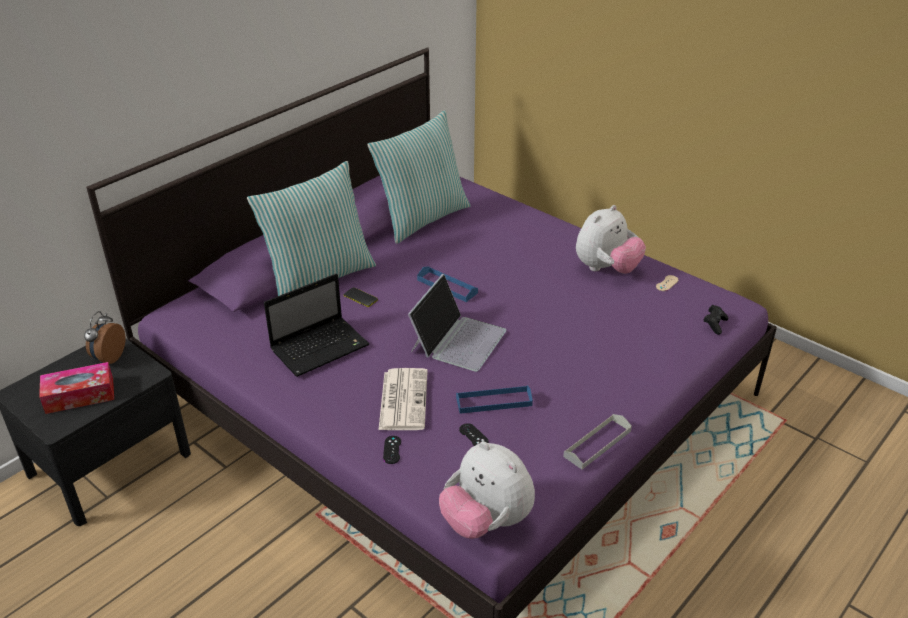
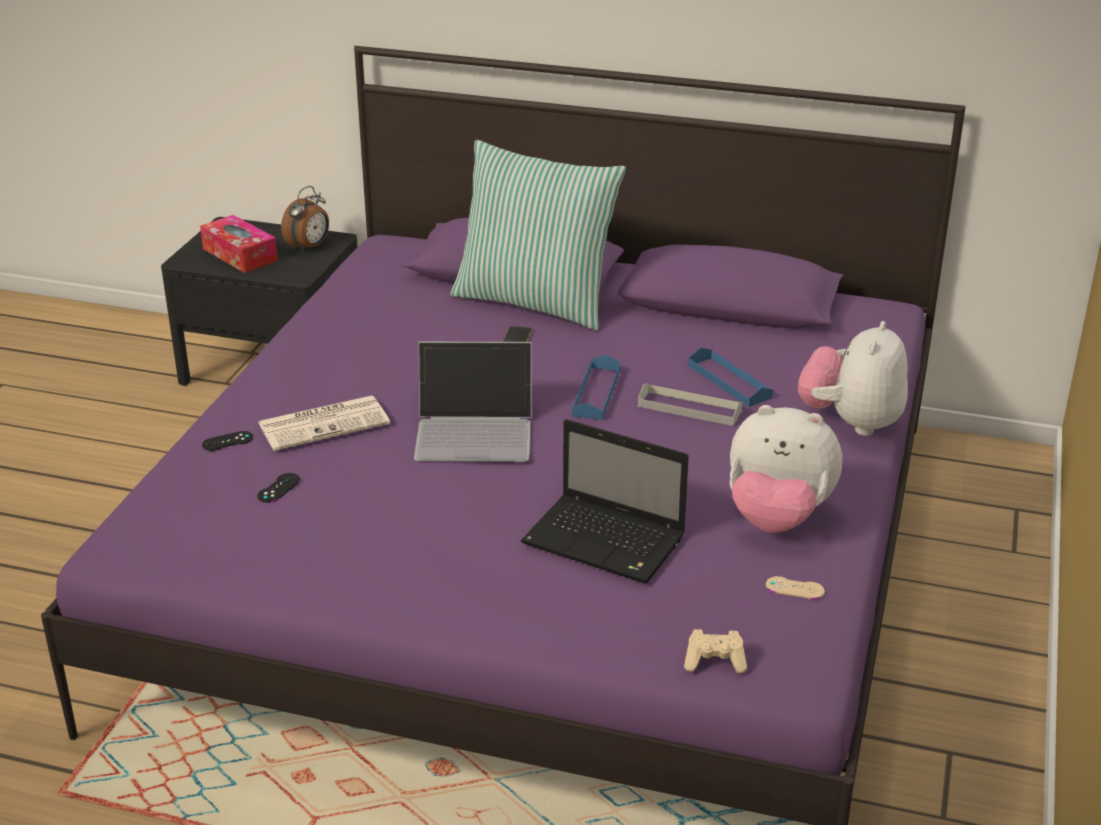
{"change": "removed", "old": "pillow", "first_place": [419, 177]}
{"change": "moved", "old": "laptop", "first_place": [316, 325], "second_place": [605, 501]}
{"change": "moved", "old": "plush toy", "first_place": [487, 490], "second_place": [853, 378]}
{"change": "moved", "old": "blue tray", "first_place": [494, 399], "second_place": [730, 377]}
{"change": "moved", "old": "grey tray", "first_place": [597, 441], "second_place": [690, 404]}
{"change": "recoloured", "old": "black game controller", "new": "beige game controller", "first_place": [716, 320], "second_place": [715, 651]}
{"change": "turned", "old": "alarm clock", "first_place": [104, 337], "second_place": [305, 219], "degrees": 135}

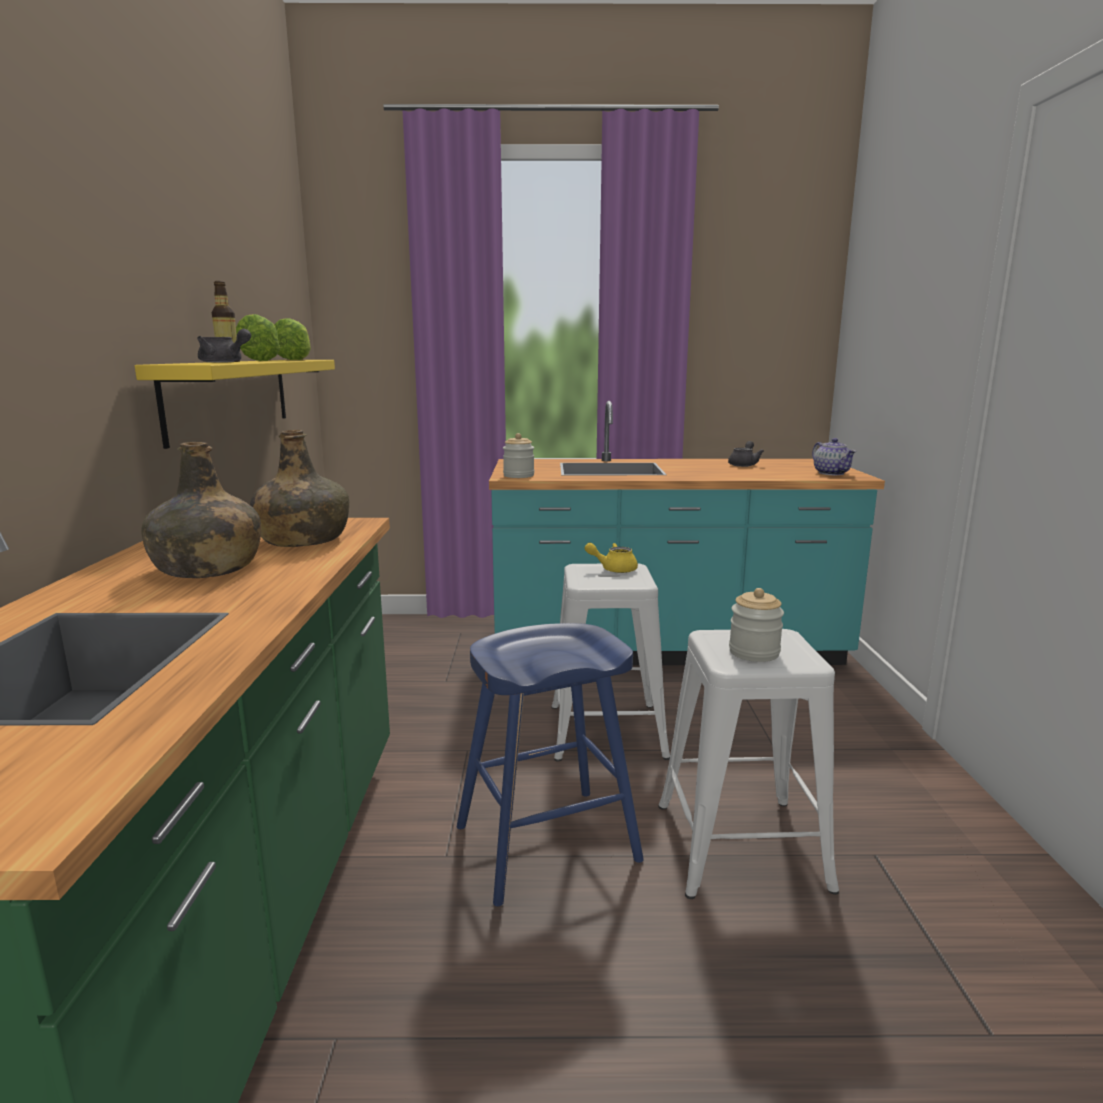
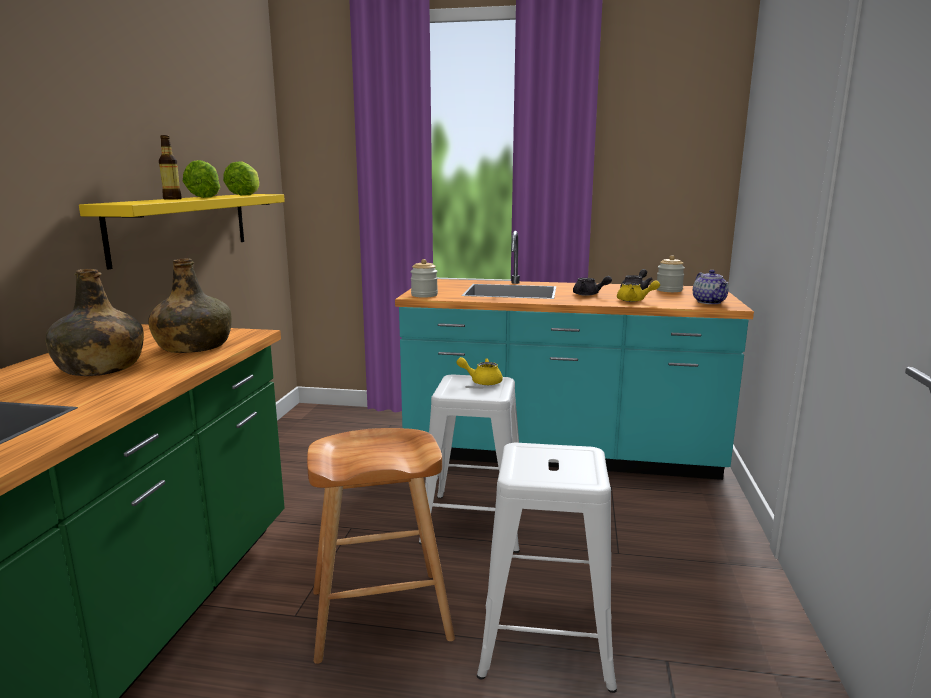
{"change": "added", "new": "yellow teapot", "second_place": [638, 291]}
{"change": "moved", "old": "grey teapot", "first_place": [224, 346], "second_place": [592, 286]}
{"change": "moved", "old": "jar", "first_place": [756, 625], "second_place": [670, 273]}
{"change": "recoloured", "old": "blue stool", "new": "brown stool", "first_place": [550, 764], "second_place": [381, 546]}

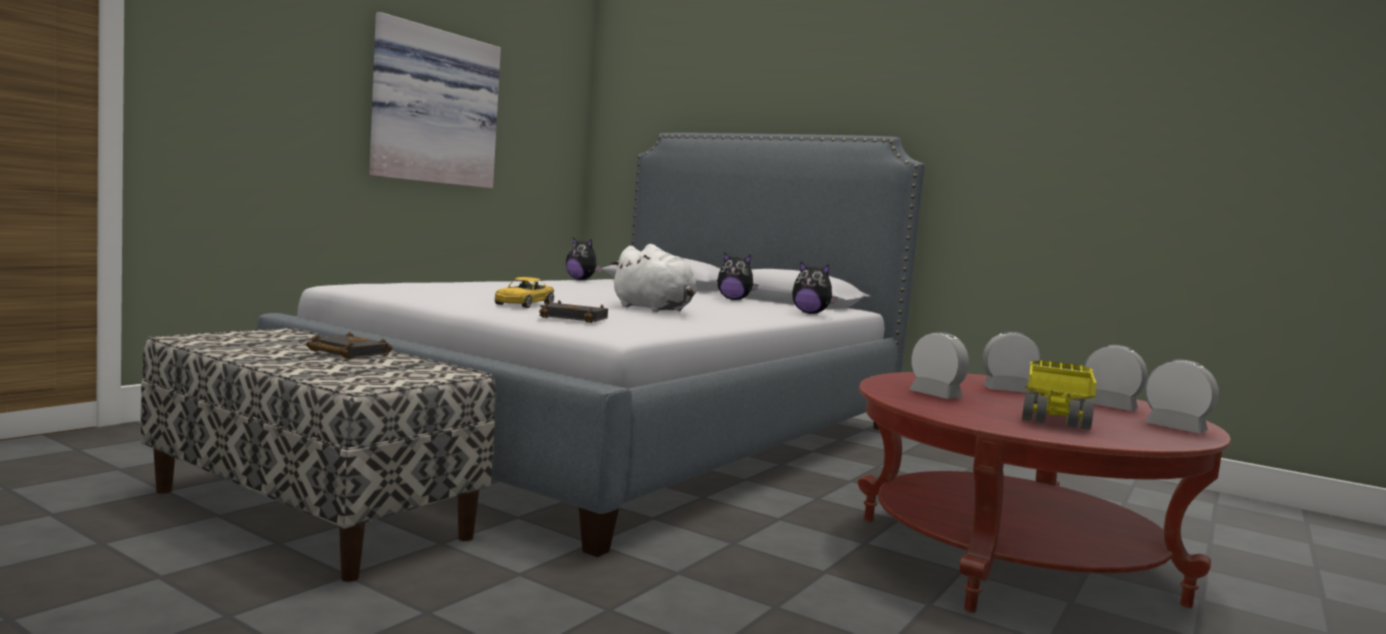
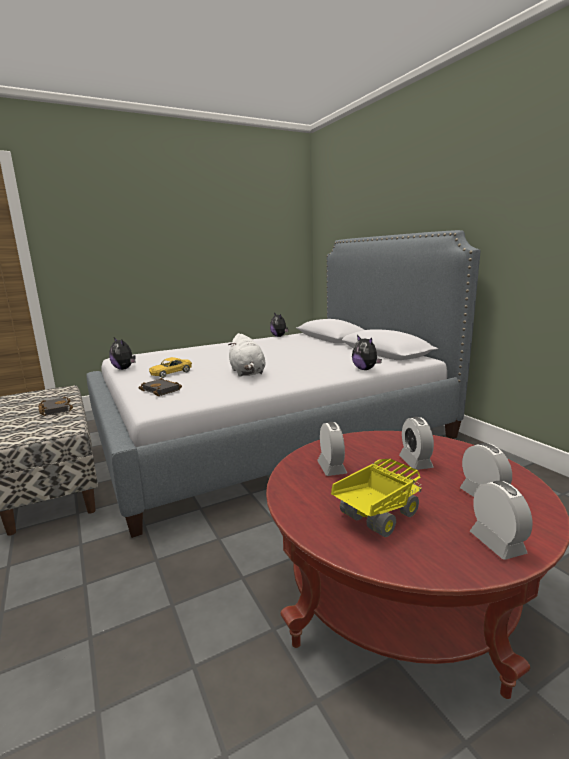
{"change": "removed", "old": "picture", "first_place": [435, 100]}
{"change": "moved", "old": "plush toy", "first_place": [737, 276], "second_place": [122, 353]}
{"change": "turned", "old": "alarm clock", "first_place": [1011, 362], "second_place": [416, 443], "degrees": -135}

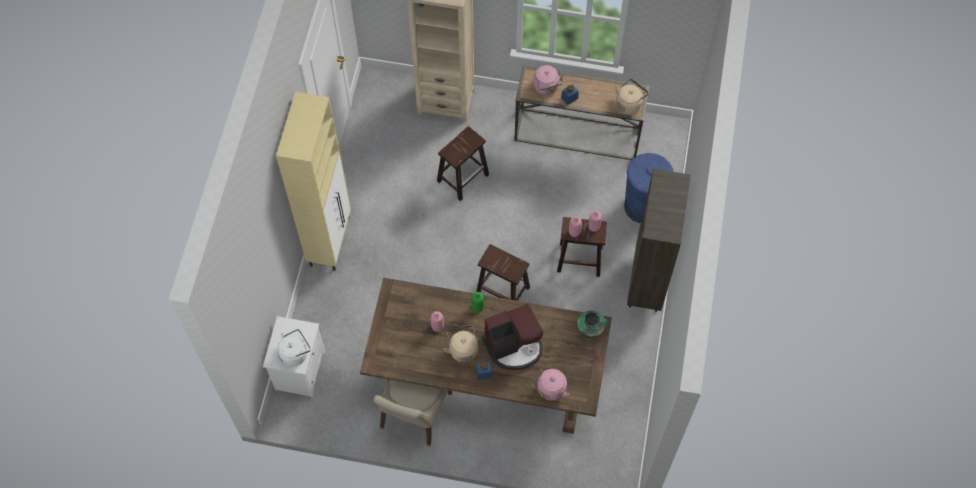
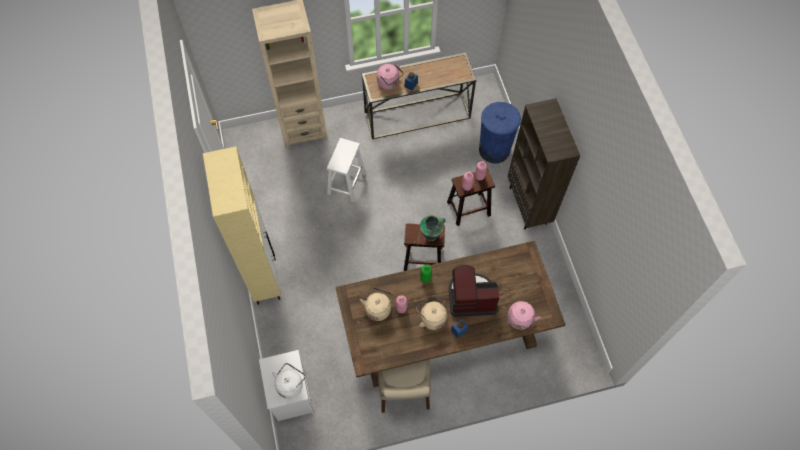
{"change": "moved", "old": "vase", "first_place": [593, 325], "second_place": [433, 228]}
{"change": "moved", "old": "beige kettle", "first_place": [632, 97], "second_place": [377, 304]}
{"change": "recoloured", "old": "brown stool", "new": "white stool", "first_place": [463, 163], "second_place": [346, 170]}
{"change": "turned", "old": "coffee machine", "first_place": [512, 337], "second_place": [474, 291], "degrees": -135}

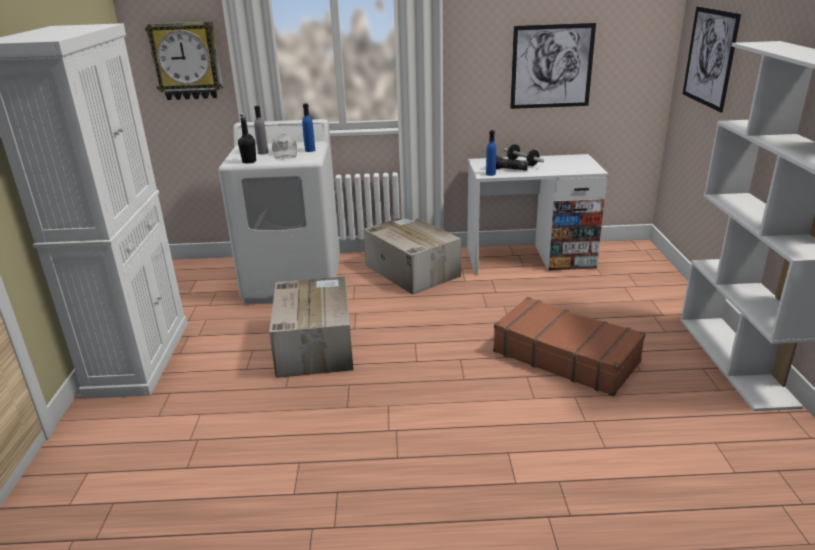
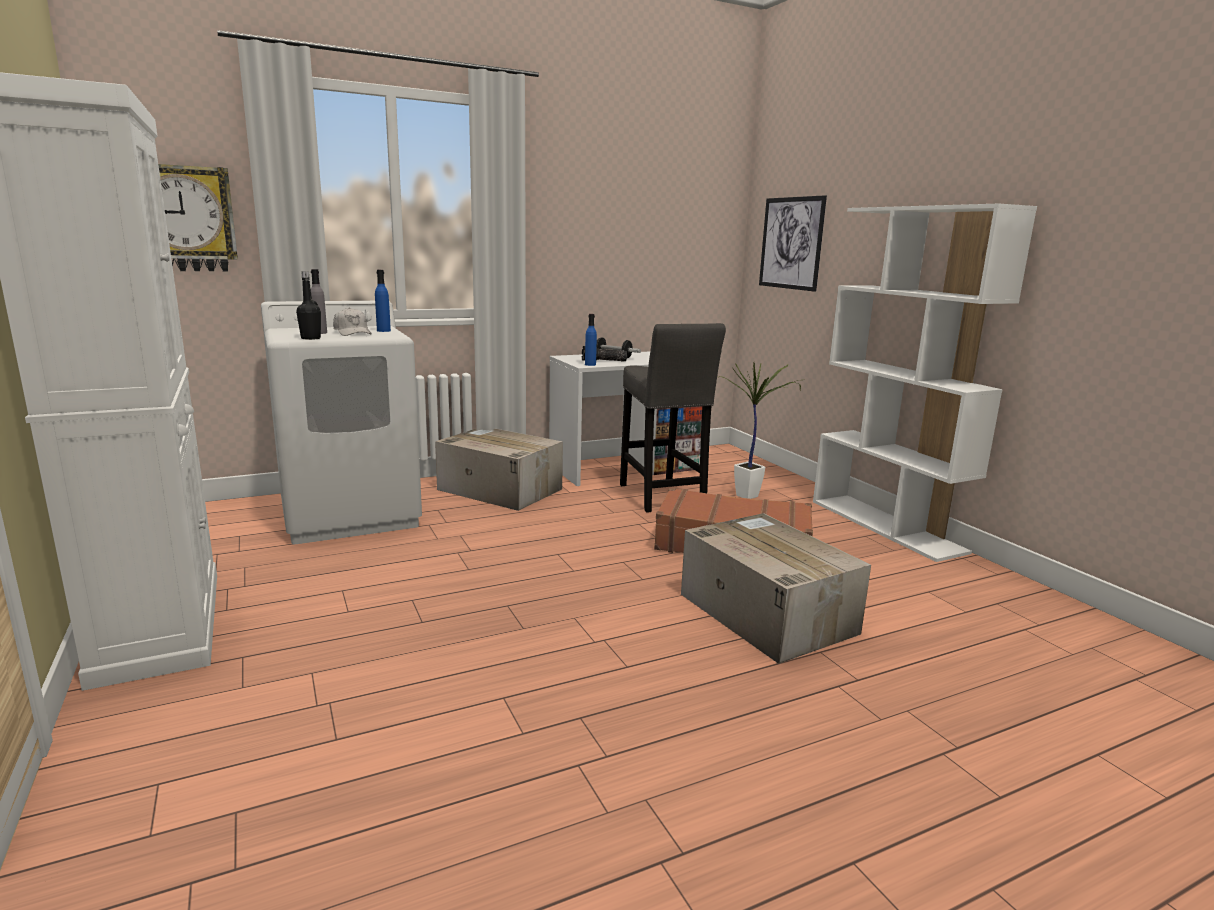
{"change": "removed", "old": "picture", "first_place": [553, 66]}
{"change": "added", "new": "grey stool", "second_place": [673, 418]}
{"change": "added", "new": "potted plant", "second_place": [760, 430]}
{"change": "moved", "old": "cardboard box", "first_place": [311, 327], "second_place": [776, 588]}

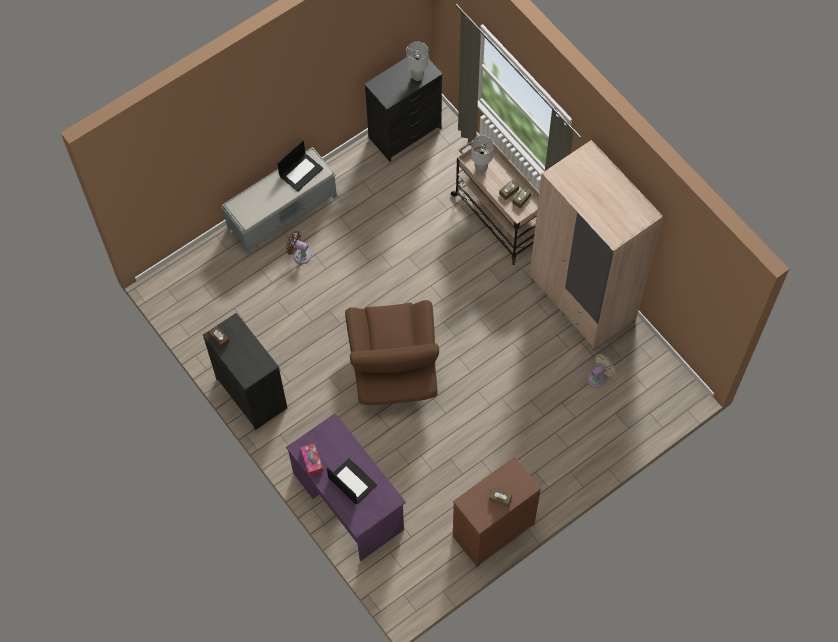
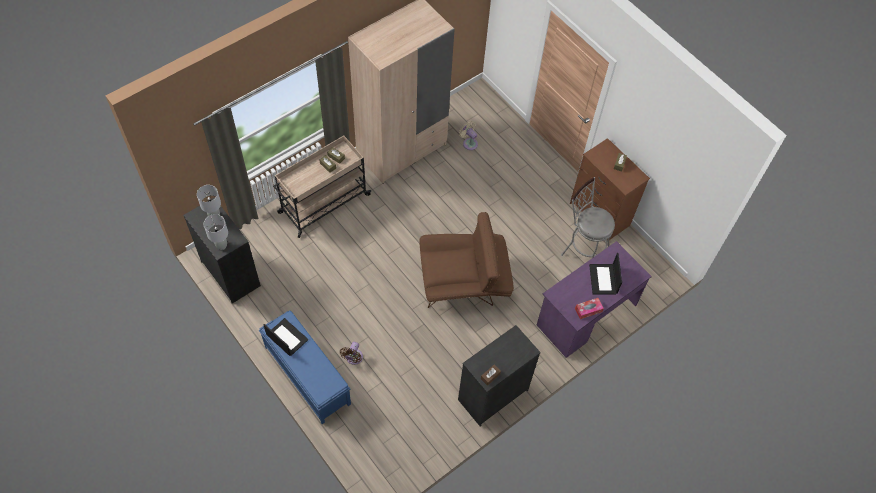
{"change": "added", "new": "grey stool", "second_place": [588, 217]}
{"change": "moved", "old": "grey table lamp", "first_place": [482, 154], "second_place": [216, 232]}
{"change": "recoloured", "old": "grey bench", "new": "blue bench", "first_place": [279, 200], "second_place": [305, 367]}
{"change": "turned", "old": "laptop", "first_place": [352, 481], "second_place": [605, 274], "degrees": -45}

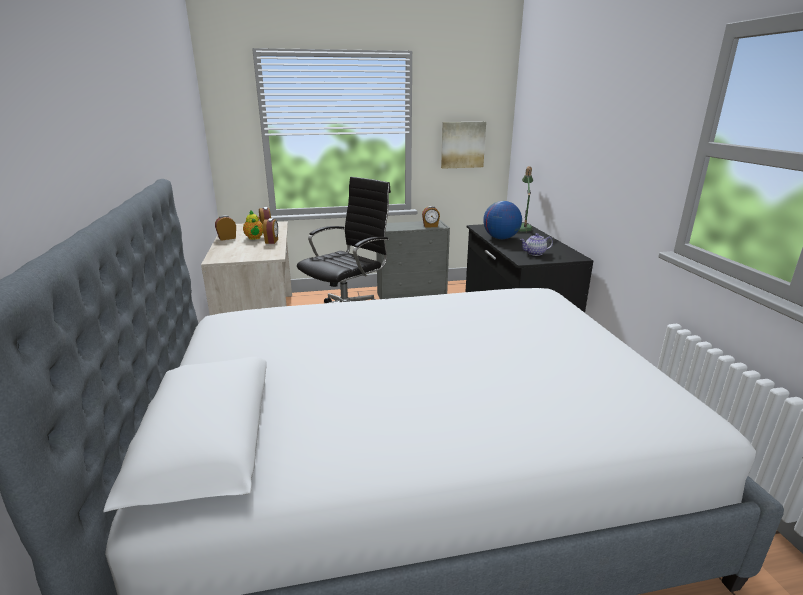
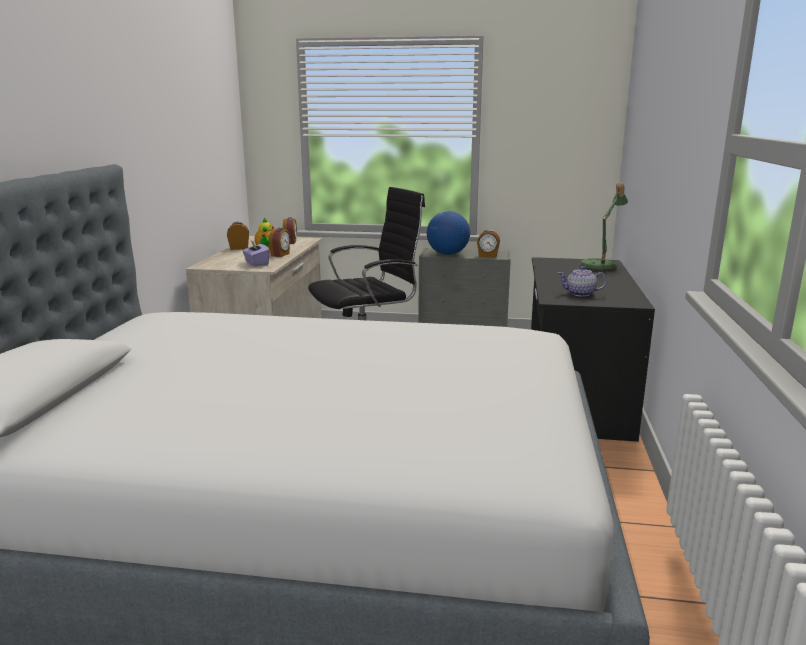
{"change": "removed", "old": "picture", "first_place": [463, 145]}
{"change": "added", "new": "purple tissue box", "second_place": [256, 253]}
{"change": "moved", "old": "globe", "first_place": [502, 220], "second_place": [448, 233]}

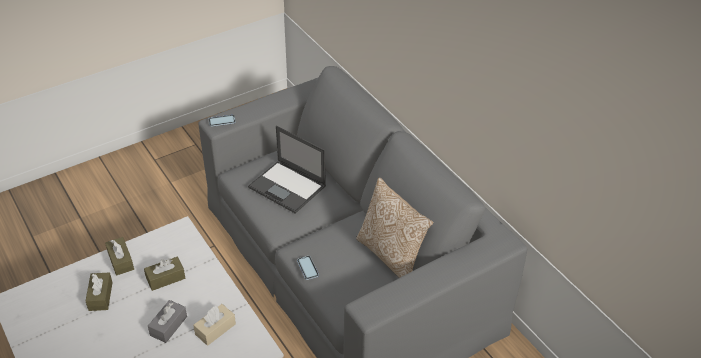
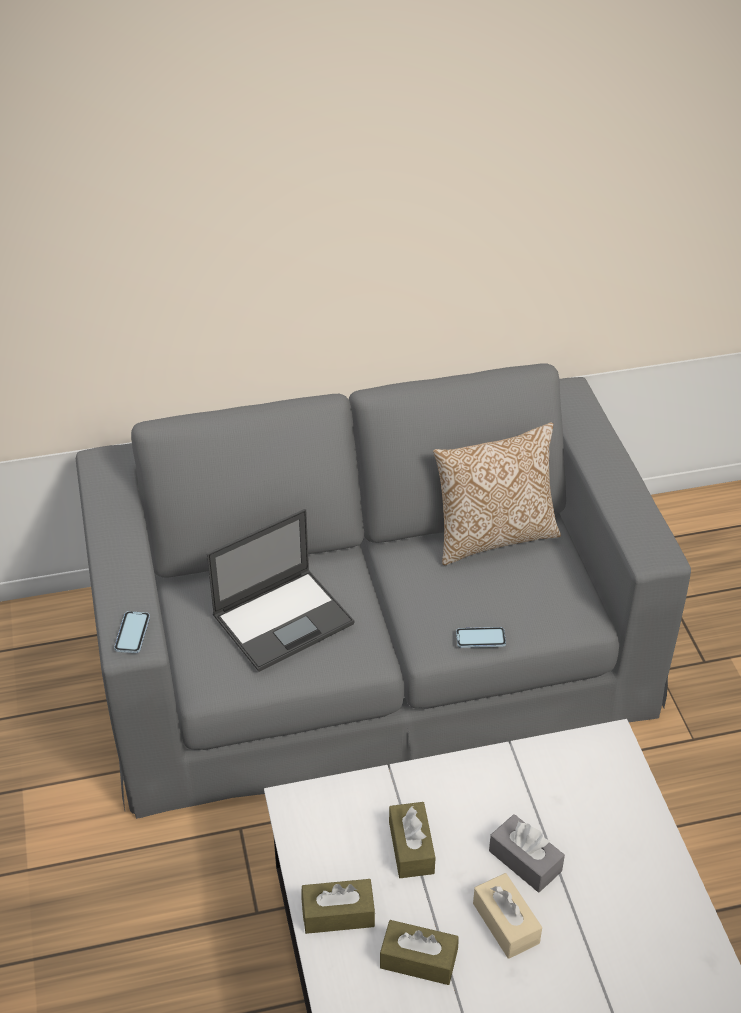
{"change": "moved", "old": "beige tissue box", "first_place": [214, 325], "second_place": [507, 916]}

